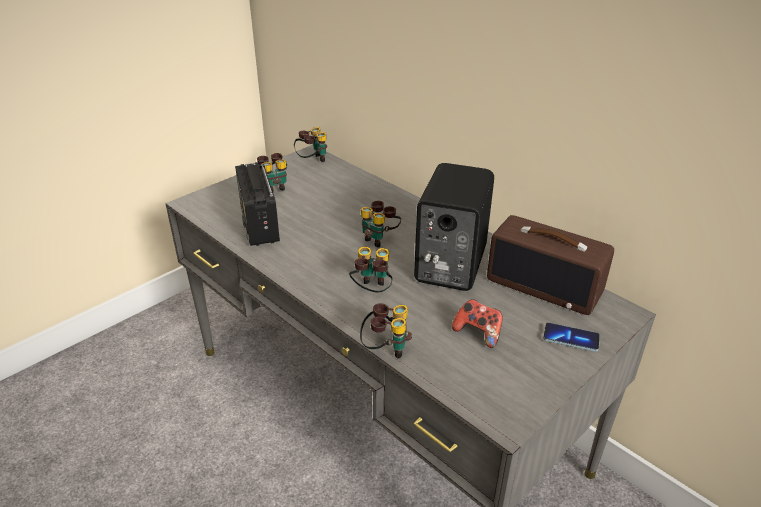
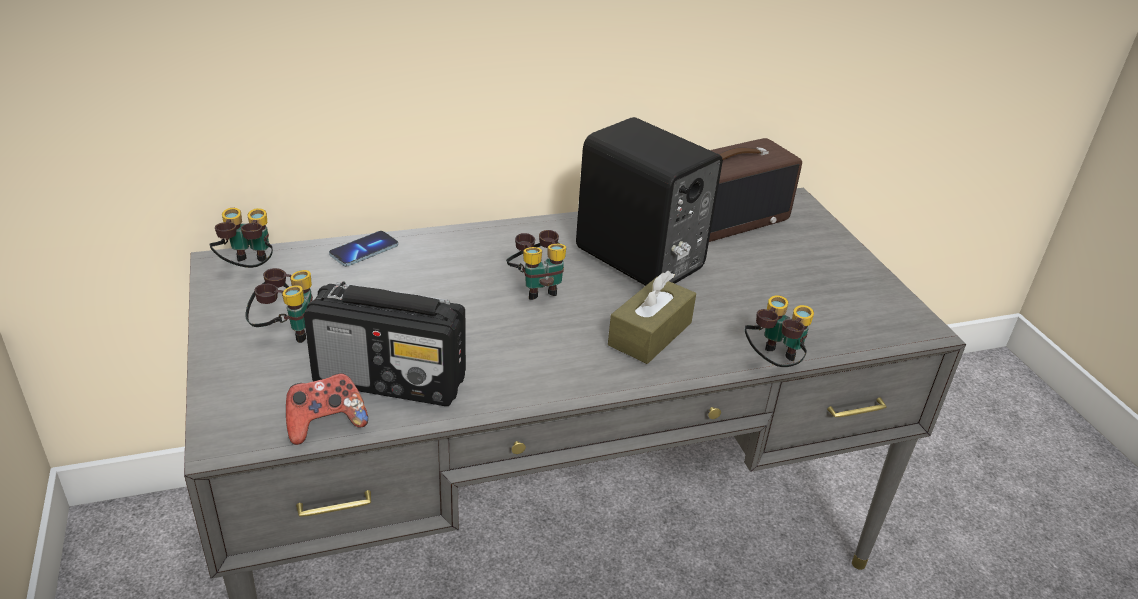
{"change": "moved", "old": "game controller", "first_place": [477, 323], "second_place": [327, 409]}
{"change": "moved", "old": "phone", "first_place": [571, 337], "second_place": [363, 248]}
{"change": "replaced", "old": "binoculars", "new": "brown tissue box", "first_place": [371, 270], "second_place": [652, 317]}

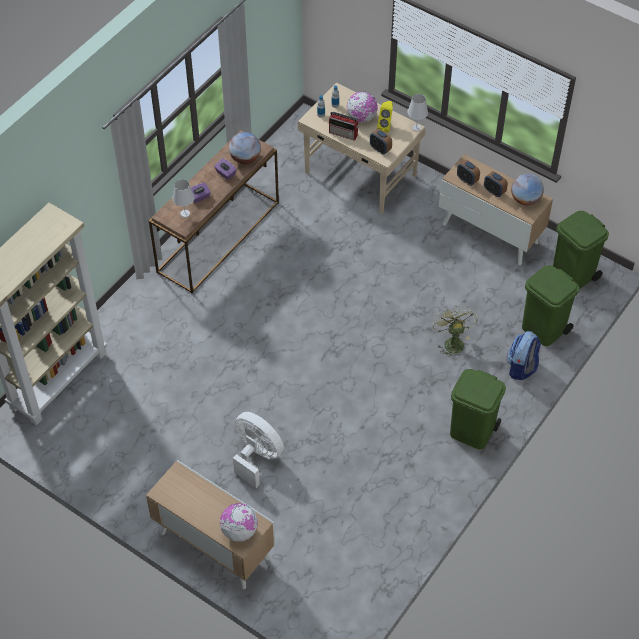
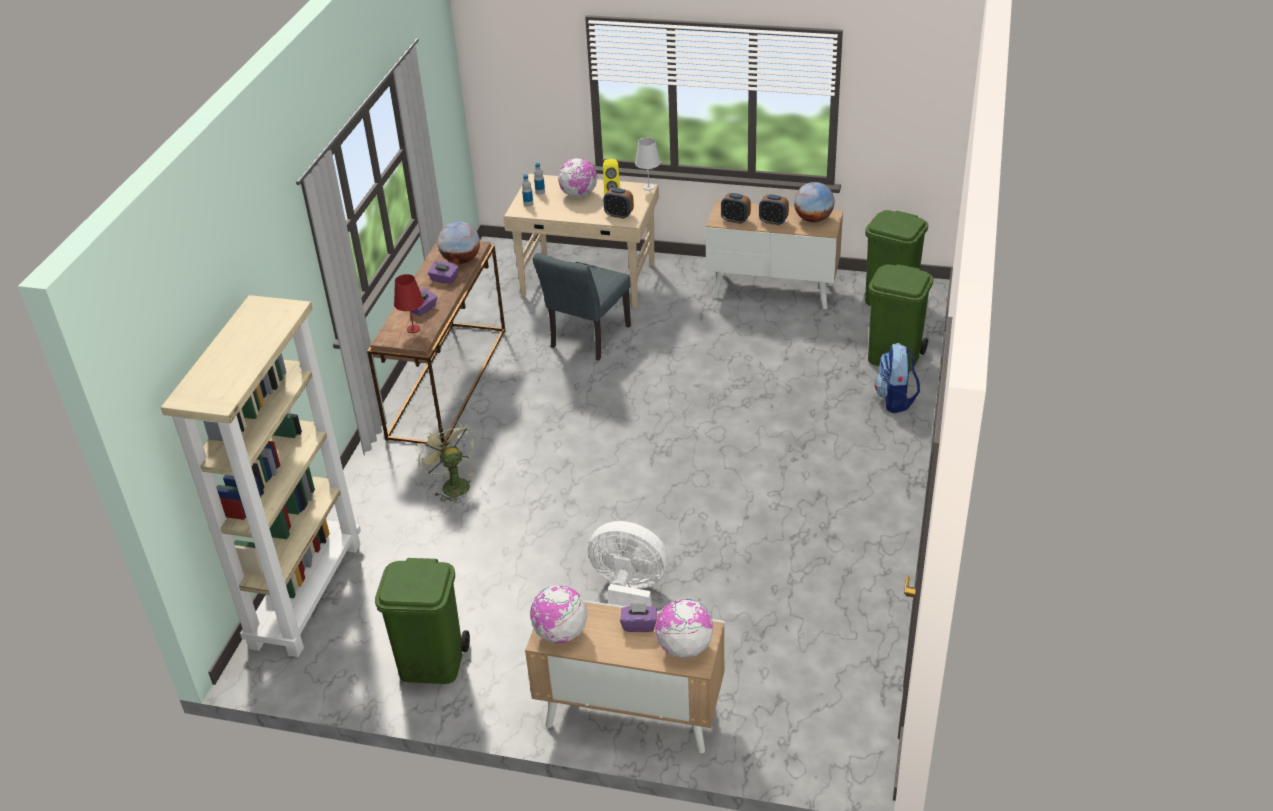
{"change": "removed", "old": "radio", "first_place": [344, 126]}
{"change": "added", "new": "globe", "second_place": [559, 614]}
{"change": "added", "new": "grey chair", "second_place": [582, 306]}
{"change": "added", "new": "purple tissue box", "second_place": [638, 617]}
{"change": "moved", "old": "green fan", "first_place": [455, 332], "second_place": [445, 462]}
{"change": "moved", "old": "green trash can", "first_place": [478, 409], "second_place": [422, 621]}
{"change": "recoloured", "old": "white table lamp", "new": "red table lamp", "first_place": [183, 198], "second_place": [409, 303]}

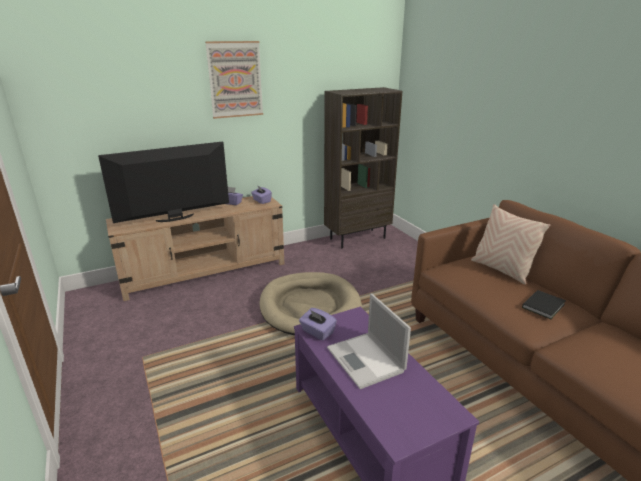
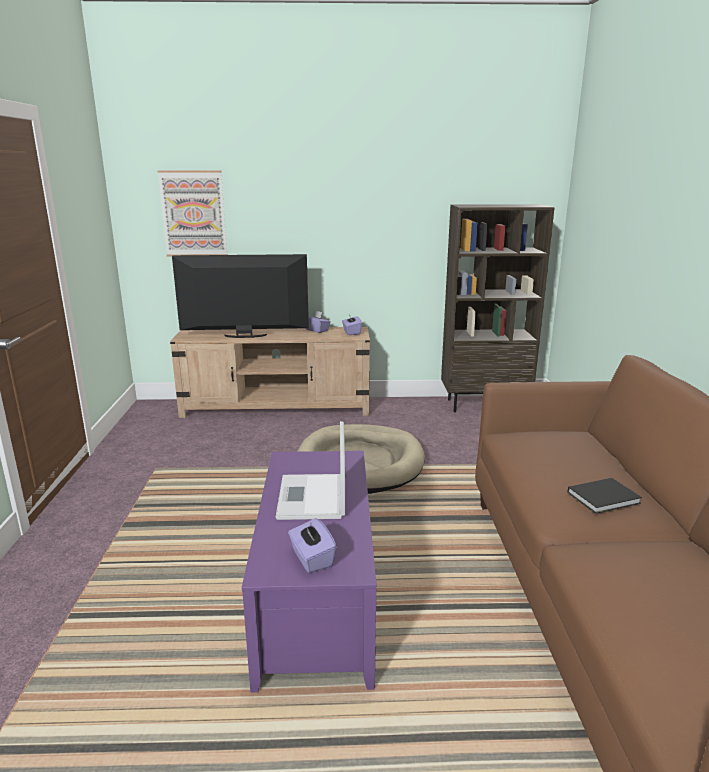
{"change": "removed", "old": "beige pillow", "first_place": [510, 244]}
{"change": "moved", "old": "picture", "first_place": [234, 80], "second_place": [192, 213]}
{"change": "moved", "old": "purple tissue box", "first_place": [318, 324], "second_place": [312, 545]}

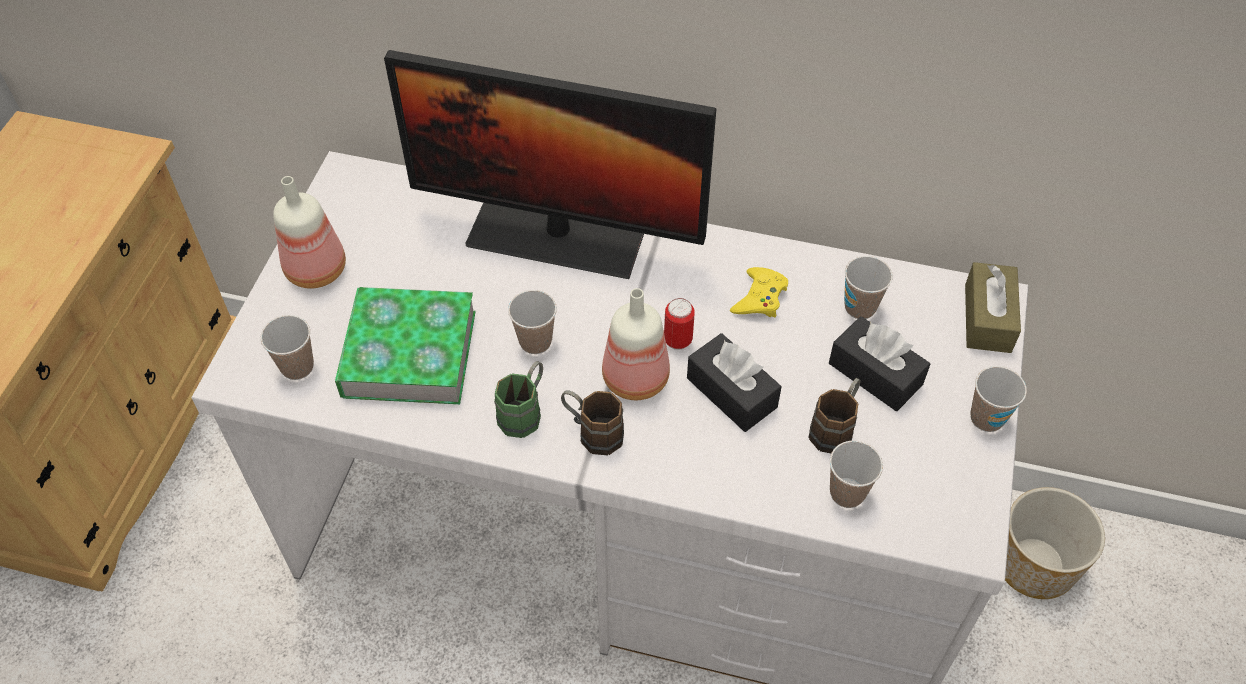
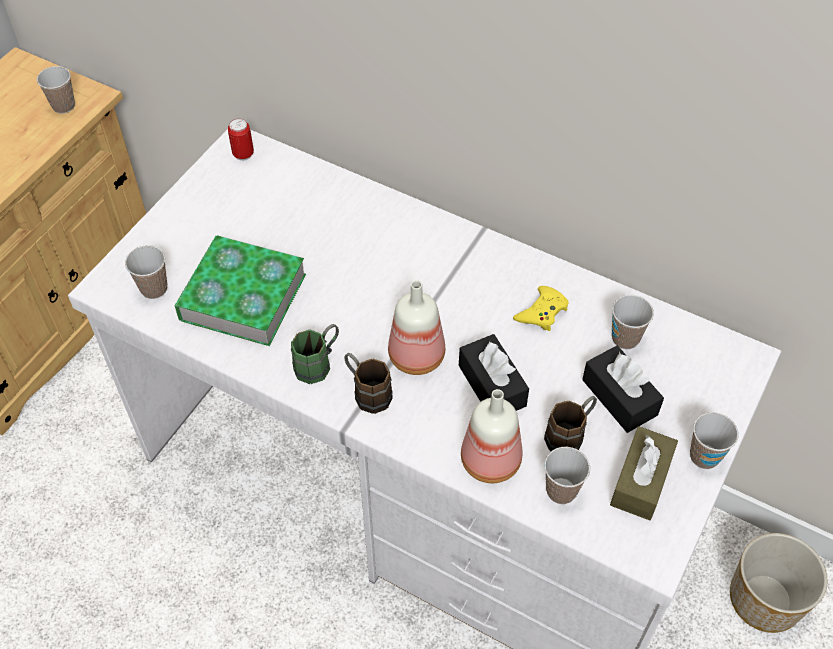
{"change": "removed", "old": "monitor", "first_place": [550, 164]}
{"change": "moved", "old": "bottle", "first_place": [309, 232], "second_place": [491, 436]}
{"change": "moved", "old": "cup", "first_place": [532, 322], "second_place": [56, 89]}
{"change": "moved", "old": "can", "first_place": [679, 324], "second_place": [241, 139]}
{"change": "moved", "old": "brown tissue box", "first_place": [993, 307], "second_place": [644, 473]}

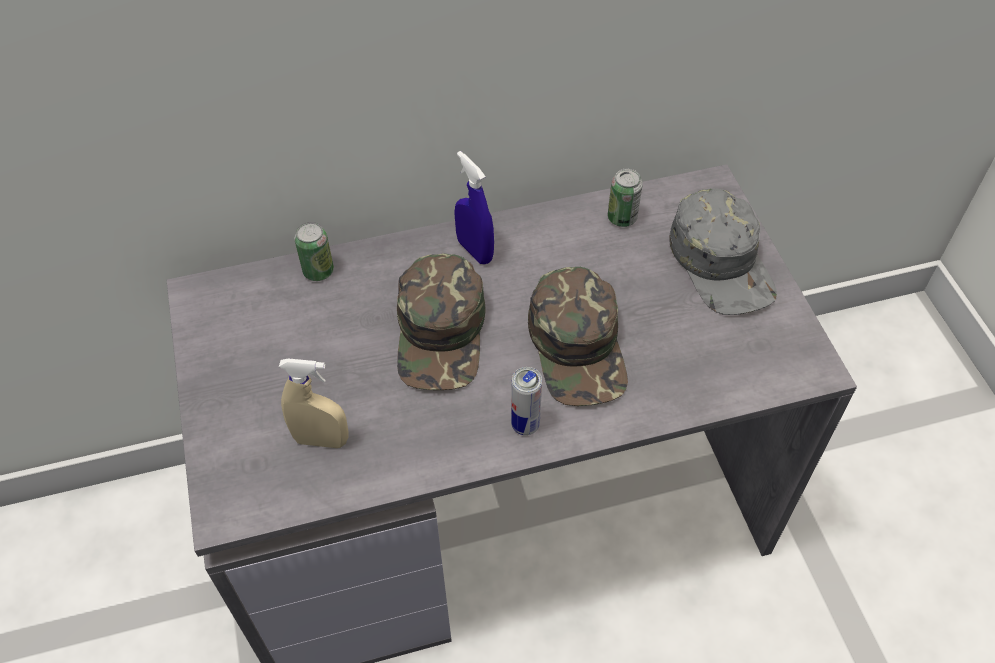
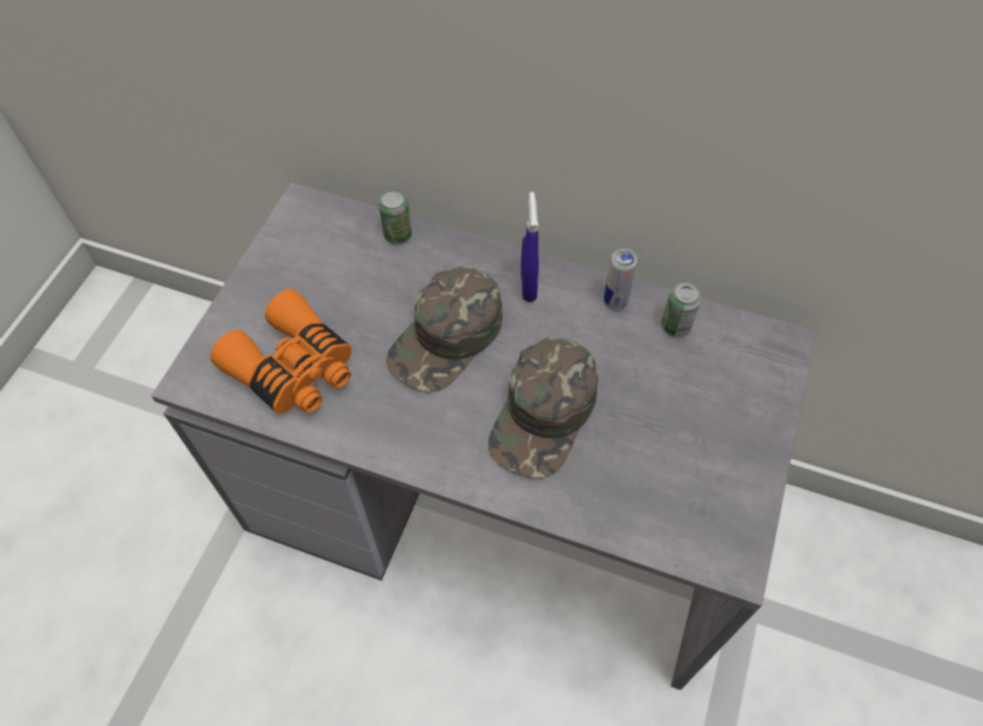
{"change": "removed", "old": "grey cap", "first_place": [723, 251]}
{"change": "moved", "old": "can", "first_place": [526, 401], "second_place": [621, 279]}
{"change": "replaced", "old": "beige spray bottle", "new": "orange binoculars", "first_place": [314, 403], "second_place": [281, 351]}

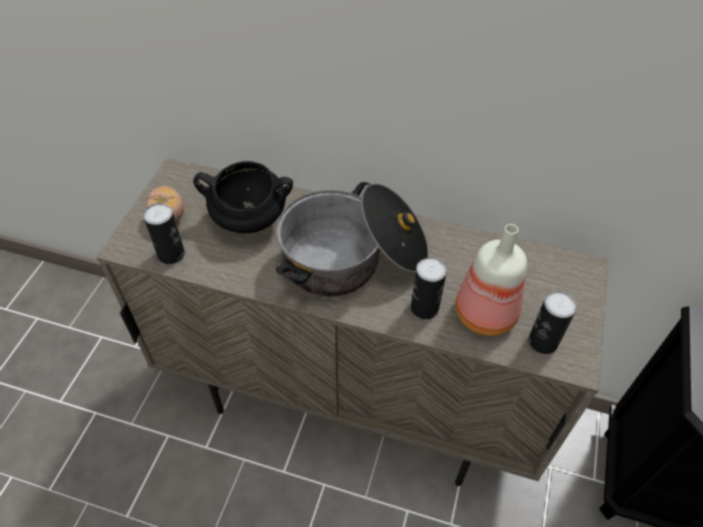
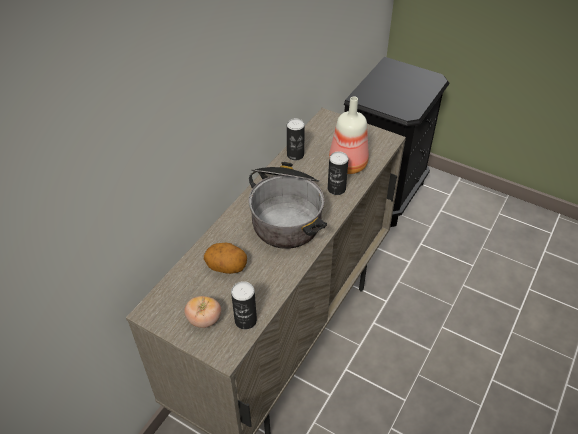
{"change": "moved", "old": "can", "first_place": [553, 322], "second_place": [296, 139]}
{"change": "replaced", "old": "black cooking pot", "new": "potato", "first_place": [243, 197], "second_place": [225, 258]}

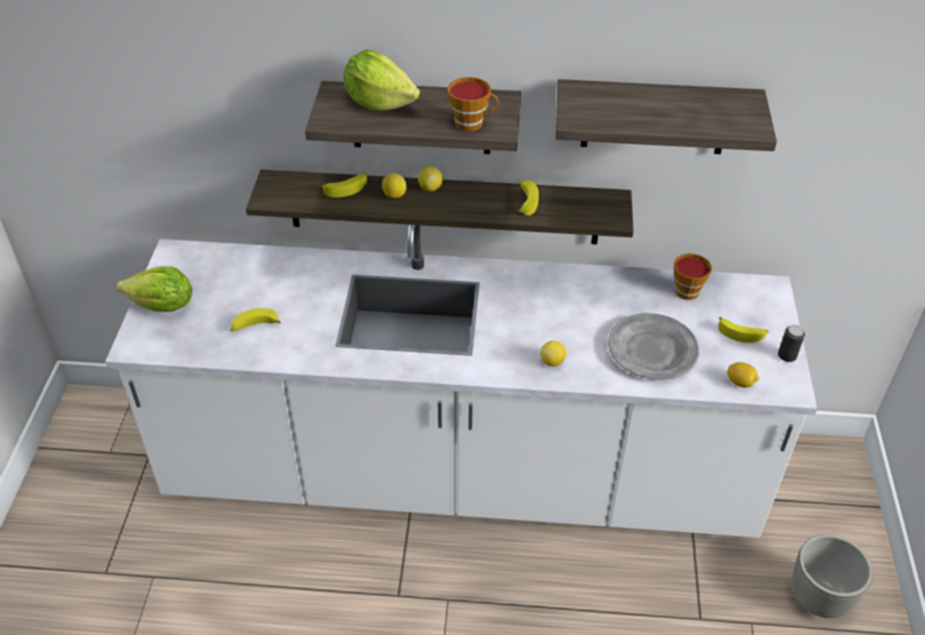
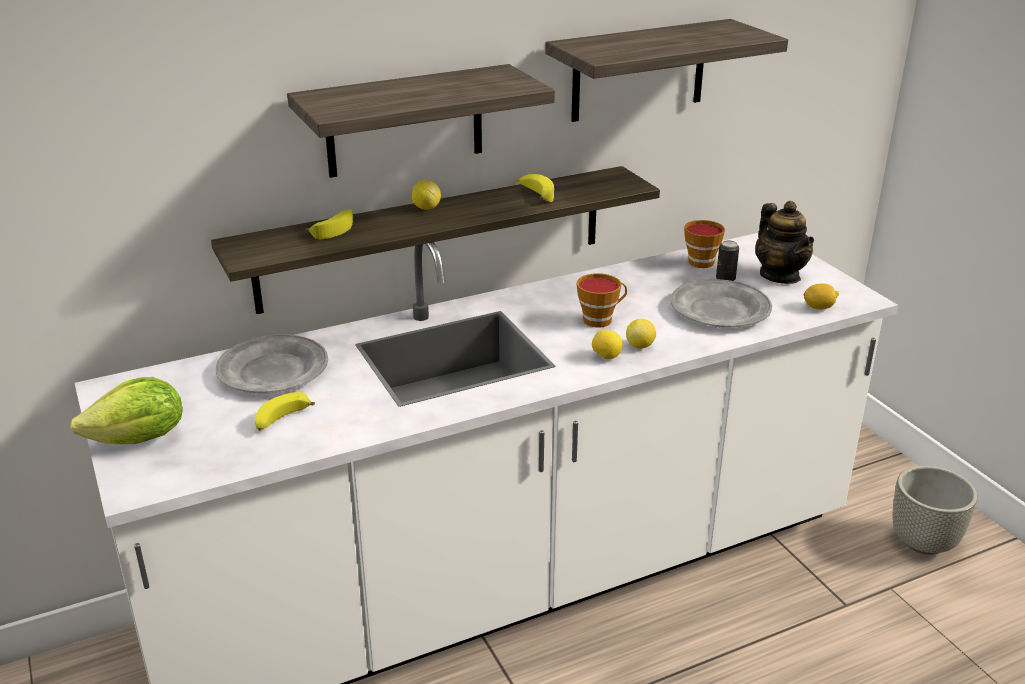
{"change": "removed", "old": "lettuce", "first_place": [382, 80]}
{"change": "added", "new": "grey plate", "second_place": [272, 364]}
{"change": "moved", "old": "lemon", "first_place": [394, 185], "second_place": [607, 344]}
{"change": "moved", "old": "cup", "first_place": [473, 104], "second_place": [602, 300]}
{"change": "moved", "old": "can", "first_place": [791, 343], "second_place": [727, 260]}
{"change": "replaced", "old": "banana", "new": "teapot", "first_place": [743, 330], "second_place": [784, 242]}

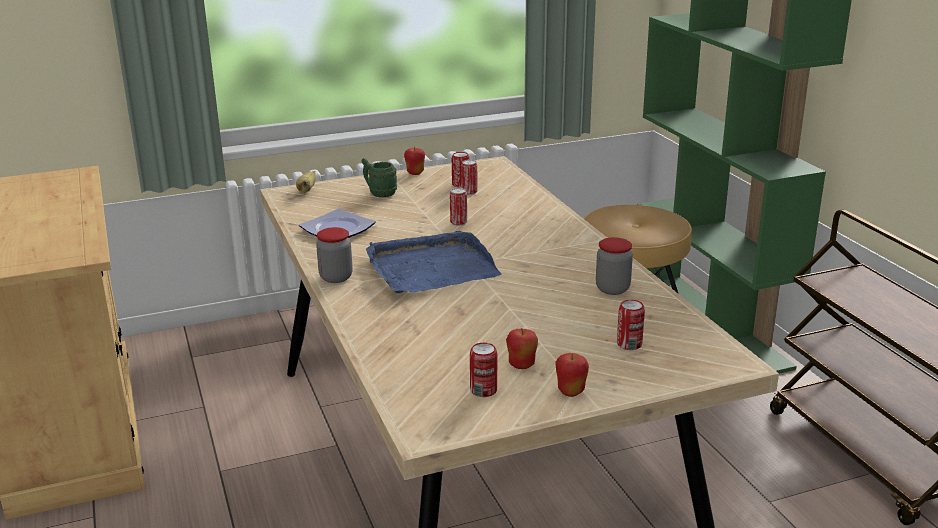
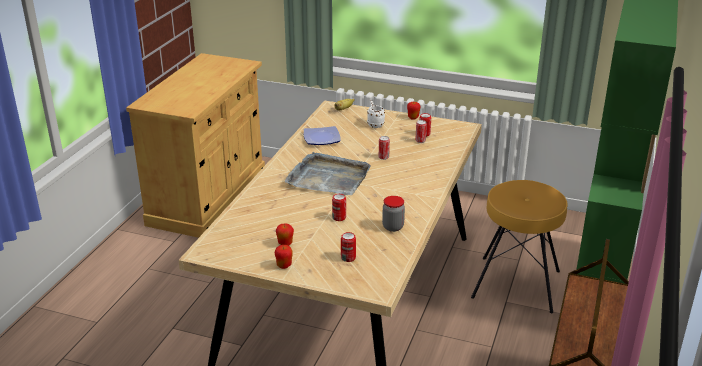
{"change": "removed", "old": "jar", "first_place": [334, 255]}
{"change": "moved", "old": "can", "first_place": [483, 370], "second_place": [339, 207]}
{"change": "recoloured", "old": "green mug", "new": "white mug", "first_place": [379, 177], "second_place": [376, 114]}
{"change": "recoloured", "old": "blue tray", "new": "grey tray", "first_place": [433, 262], "second_place": [328, 173]}

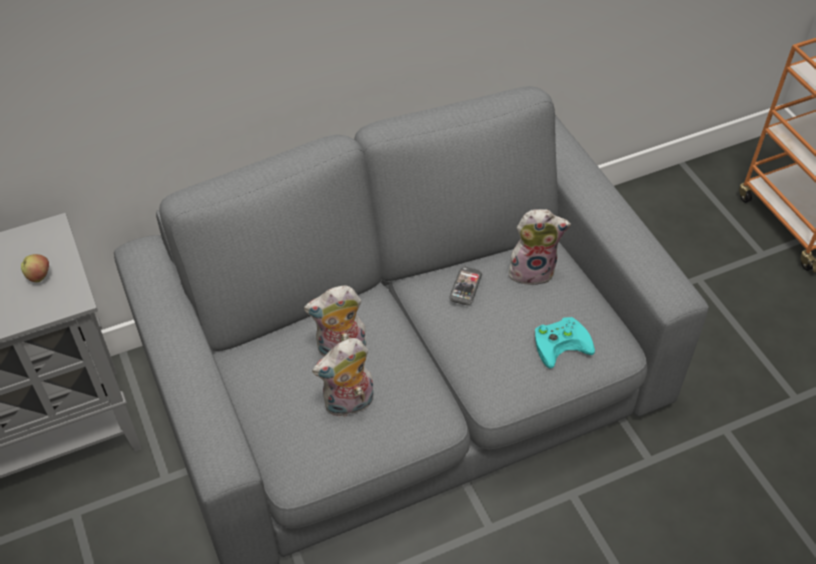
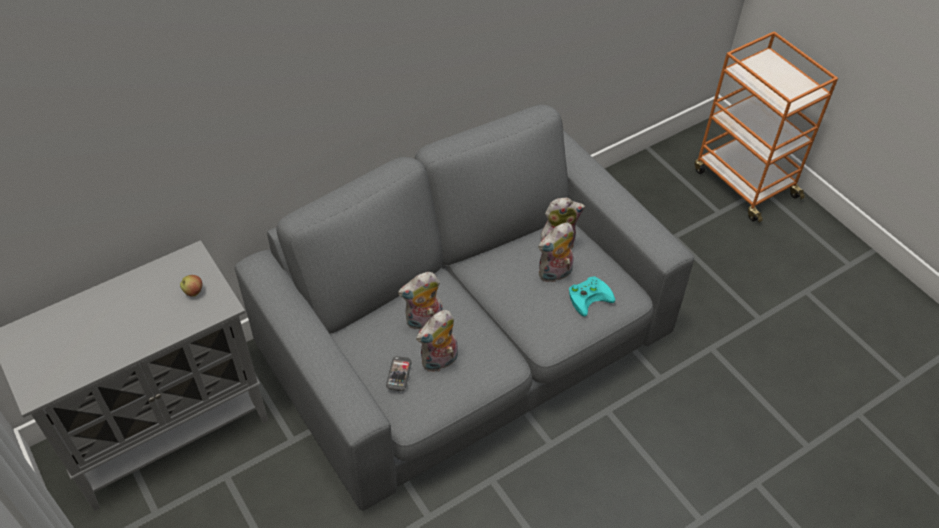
{"change": "added", "new": "plush toy", "second_place": [556, 252]}
{"change": "moved", "old": "phone", "first_place": [465, 286], "second_place": [399, 373]}

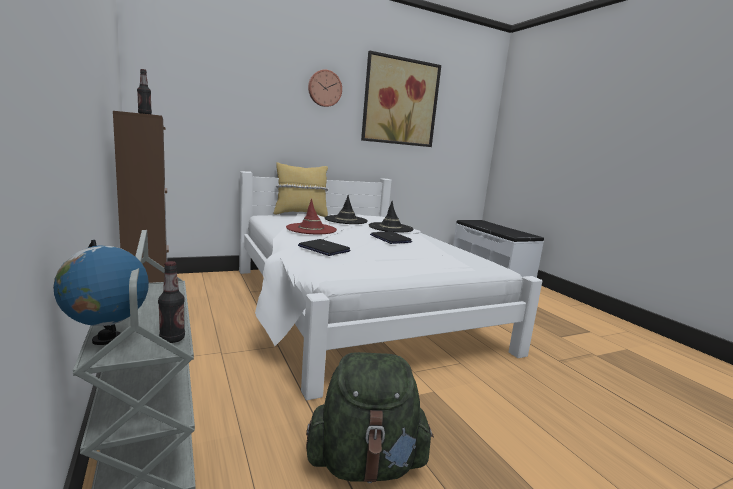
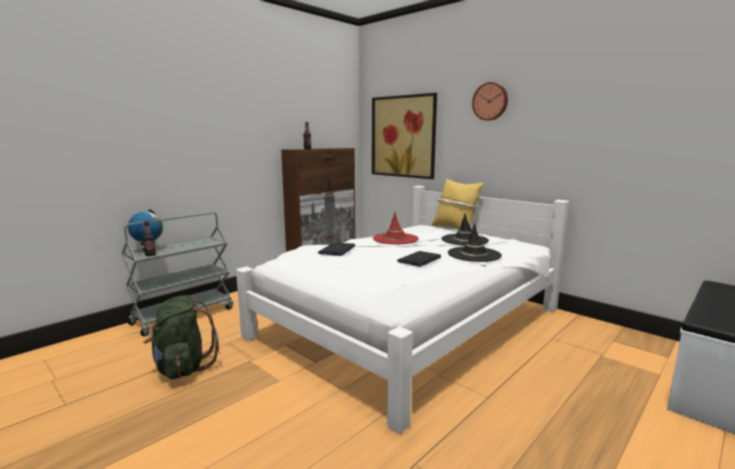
{"change": "moved", "old": "picture", "first_place": [401, 99], "second_place": [404, 136]}

